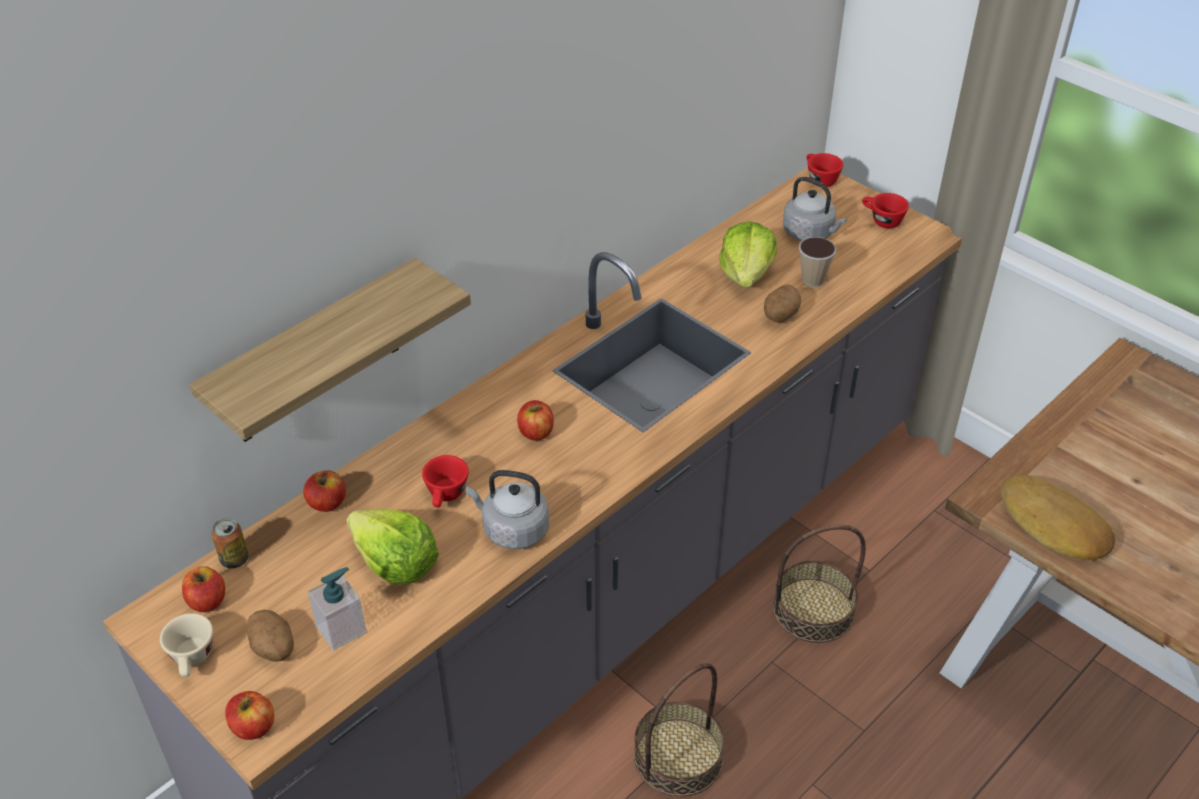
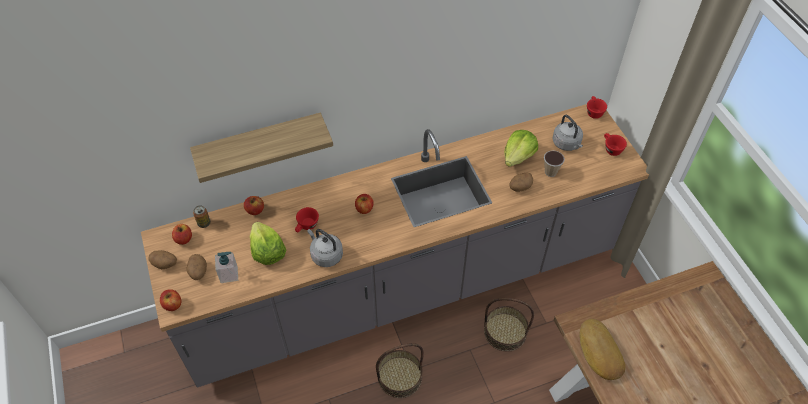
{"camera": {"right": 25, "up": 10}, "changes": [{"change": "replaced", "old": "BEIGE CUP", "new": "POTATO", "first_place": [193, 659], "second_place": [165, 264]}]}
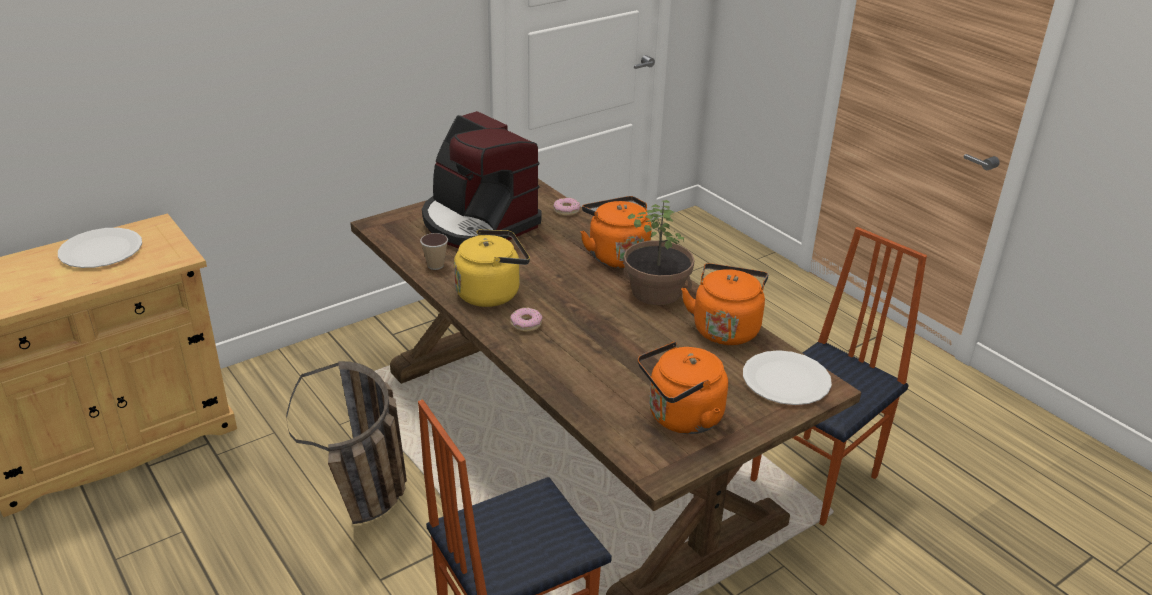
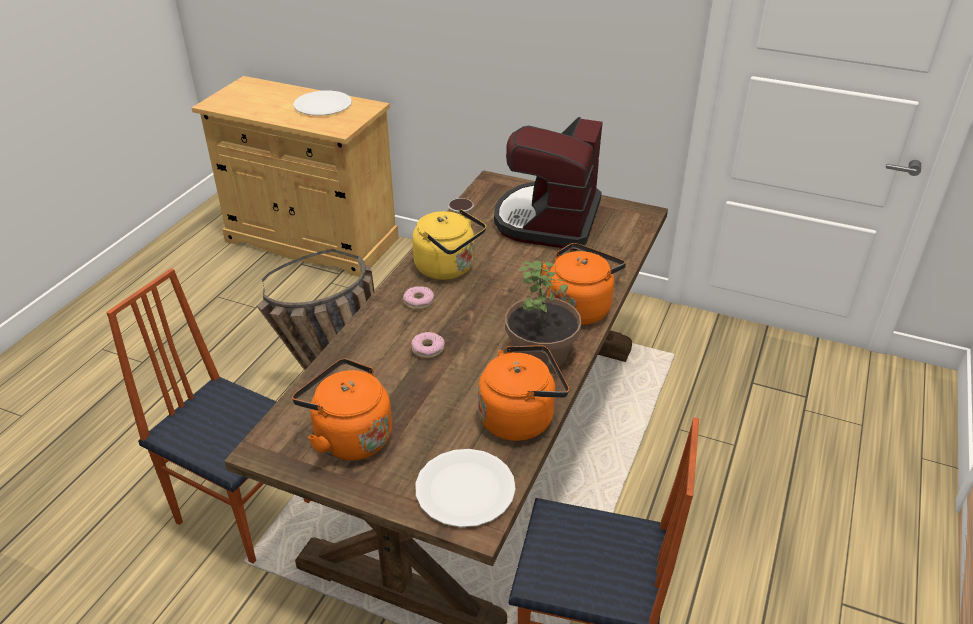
{"camera": {"right": 60, "up": 5}, "changes": [{"change": "moved", "old": "DONUT", "first_place": [566, 210], "second_place": [428, 349]}]}
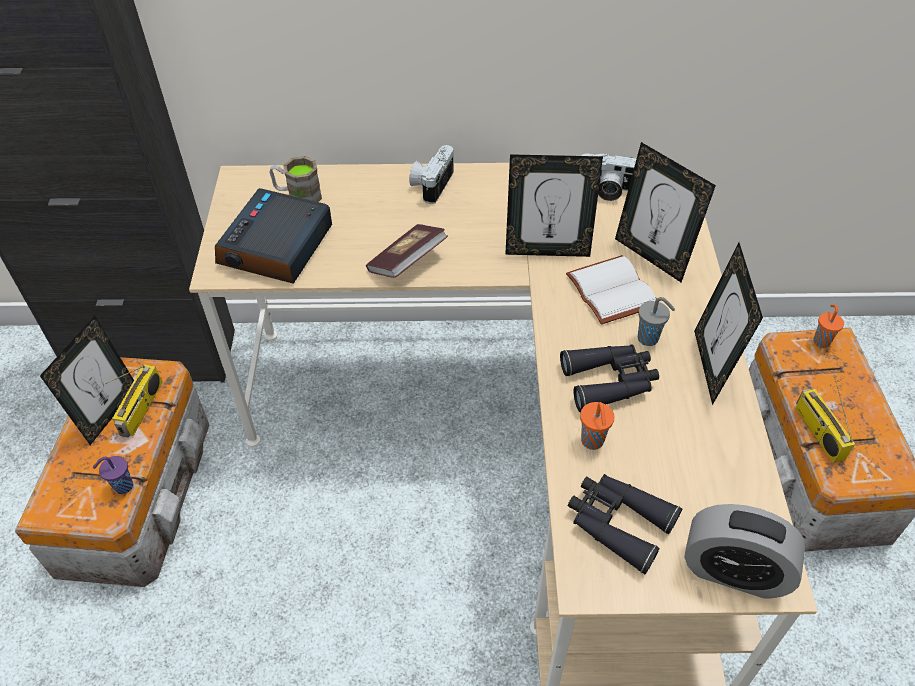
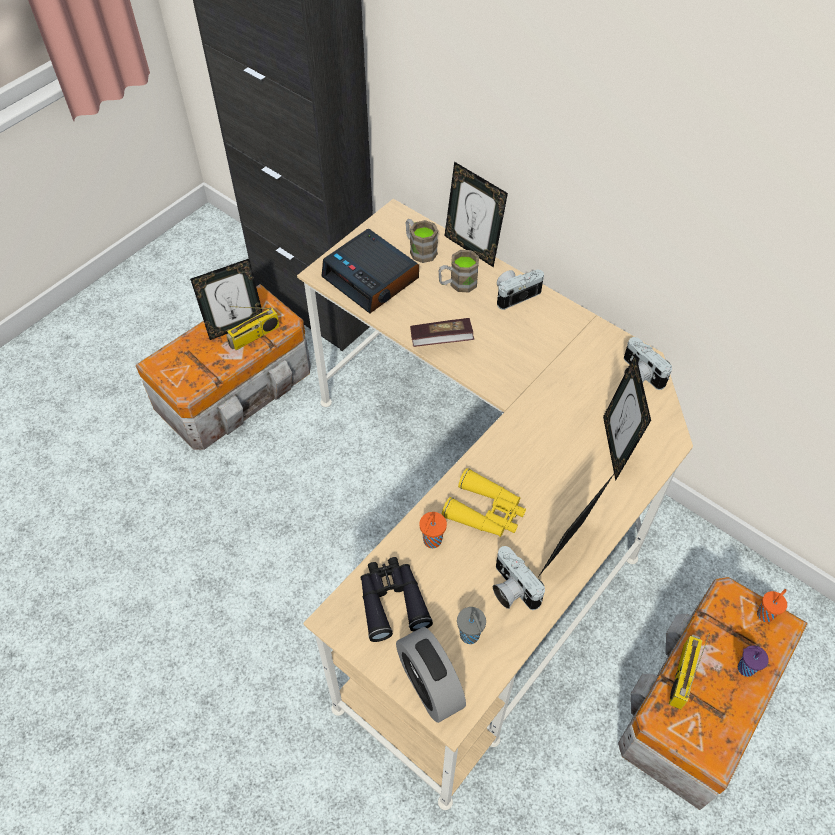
{"camera": {"right": 40, "up": 5}, "changes": [{"change": "moved", "old": "PICTURE FRAME", "first_place": [547, 250], "second_place": [472, 248]}, {"change": "turned", "old": "ALARM CLOCK", "first_place": [276, 247], "second_place": [372, 278], "degrees": -105}, {"change": "removed", "old": "WHITE BOOK", "first_place": [608, 291]}, {"change": "moved", "old": "GREY CUP", "first_place": [649, 339], "second_place": [470, 636]}, {"change": "recoloured", "old": "BLACK BINOCULARS", "new": "YELLOW BINOCULARS", "first_place": [610, 381], "second_place": [486, 512]}, {"change": "moved", "old": "PURPLE CUP", "first_place": [122, 486], "second_place": [744, 668]}, {"change": "added", "new": "BROWN MUG", "second_place": [457, 283]}, {"change": "added", "new": "PHOTO CAMERA", "second_place": [511, 589]}]}
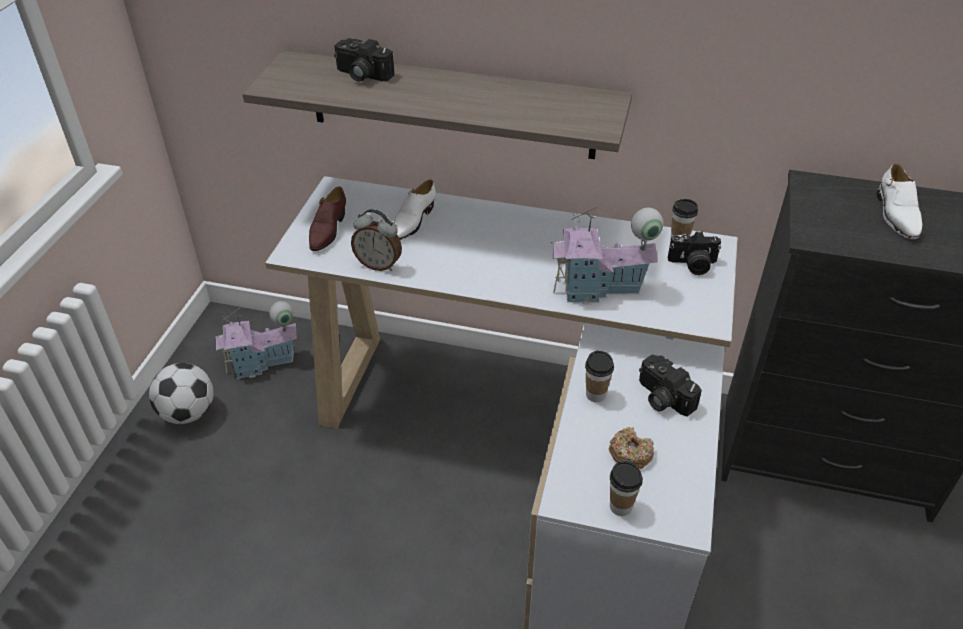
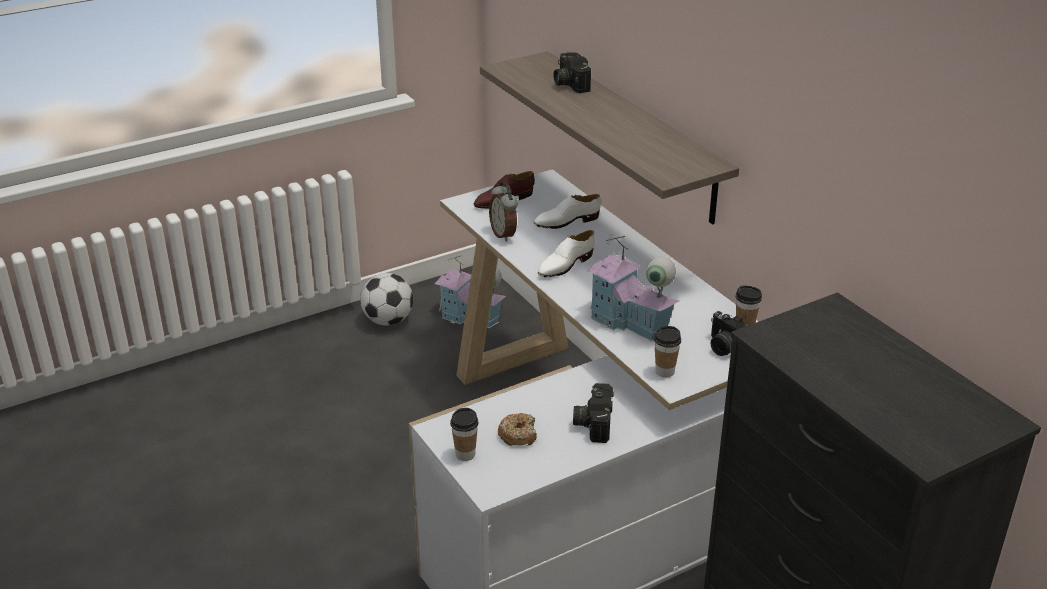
{"camera": {"right": 45, "up": -10}, "changes": [{"change": "moved", "old": "WHITE SHOE", "first_place": [896, 215], "second_place": [565, 265]}, {"change": "moved", "old": "CUP", "first_place": [595, 395], "second_place": [665, 372]}]}
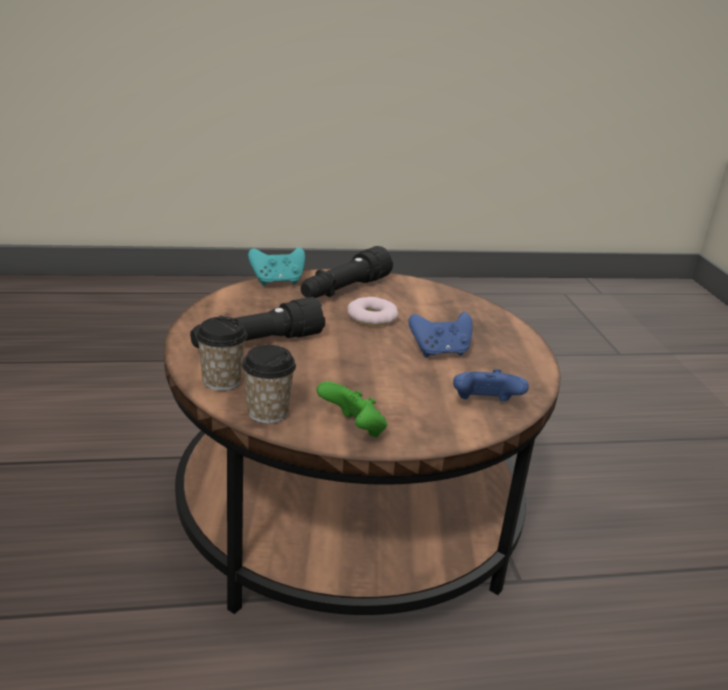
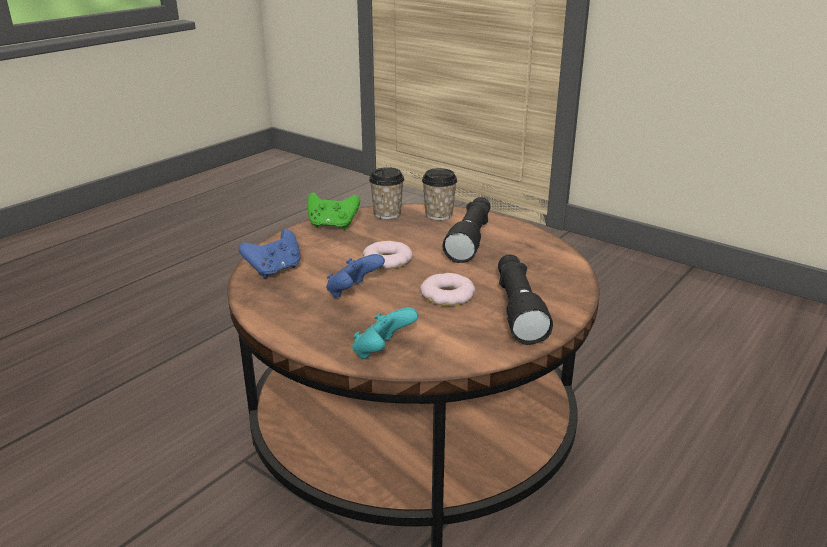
{"camera": {"right": 140, "up": 0}, "changes": [{"change": "moved", "old": "TURQUOISE GAME CONTROLLER", "first_place": [277, 281], "second_place": [382, 352]}, {"change": "added", "new": "DONUT", "second_place": [387, 260]}]}
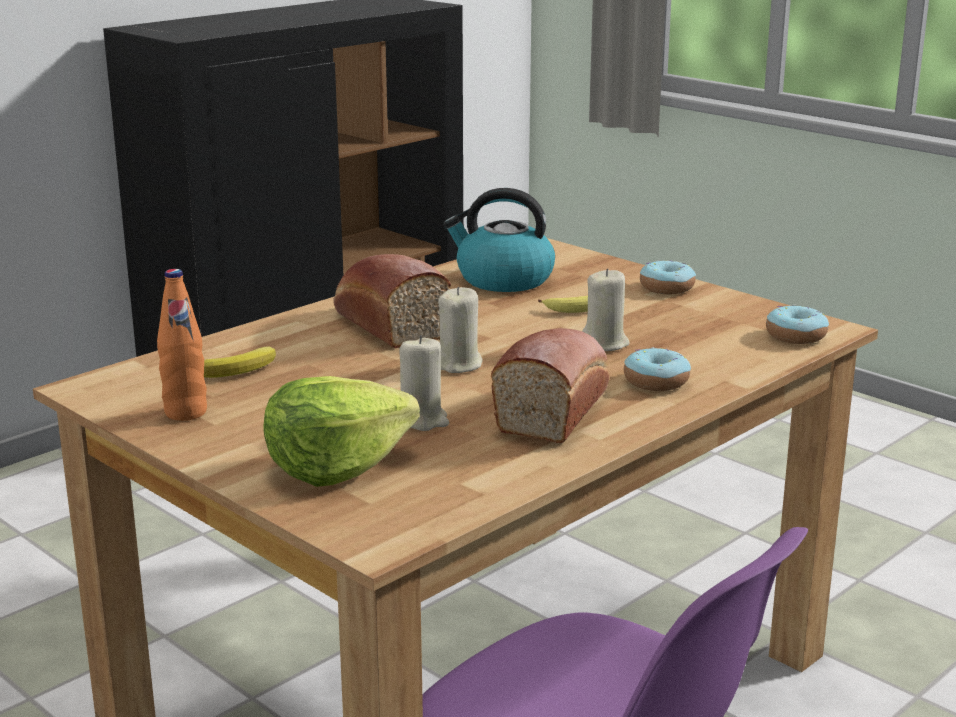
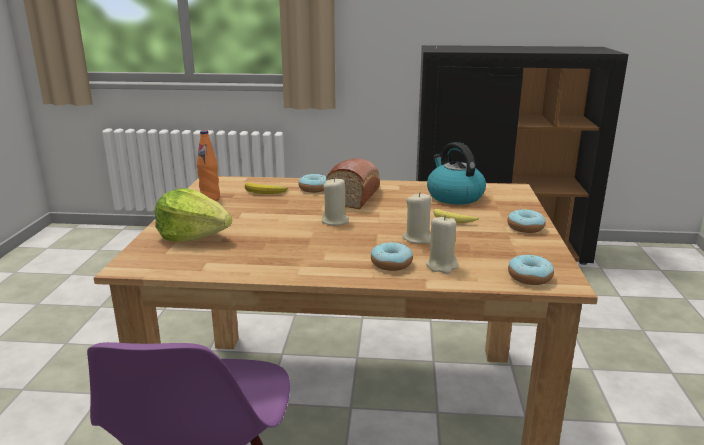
{"camera": {"right": 50, "up": 0}, "changes": [{"change": "removed", "old": "BREAD", "first_place": [555, 409]}, {"change": "moved", "old": "BEIGE CANDLE", "first_place": [422, 420], "second_place": [441, 266]}, {"change": "added", "new": "DONUT", "second_place": [314, 189]}]}
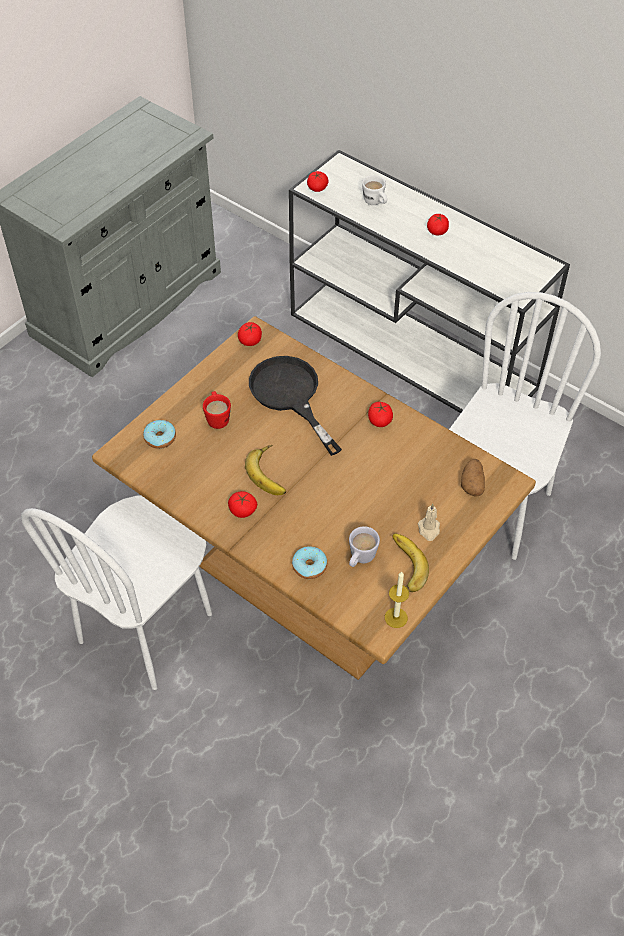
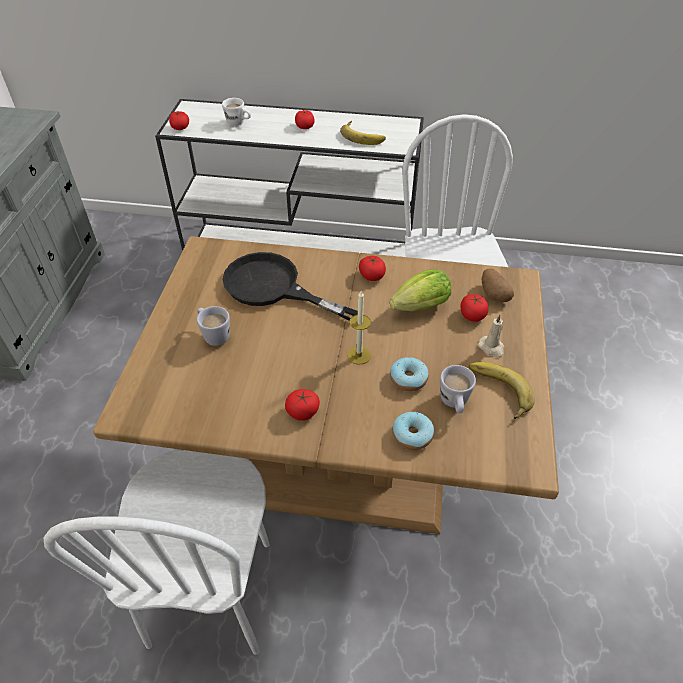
{"camera": {"right": -30, "up": -5}, "changes": [{"change": "moved", "old": "TOMATO", "first_place": [250, 340], "second_place": [472, 315]}, {"change": "recoloured", "old": "RED MUG", "new": "WHITE MUG", "first_place": [217, 417], "second_place": [214, 335]}, {"change": "moved", "old": "DONUT", "first_place": [160, 438], "second_place": [408, 379]}, {"change": "moved", "old": "BANANA", "first_place": [270, 473], "second_place": [363, 136]}, {"change": "moved", "old": "CANDLE", "first_place": [396, 617], "second_place": [359, 355]}, {"change": "added", "new": "LETTUCE", "second_place": [417, 308]}]}
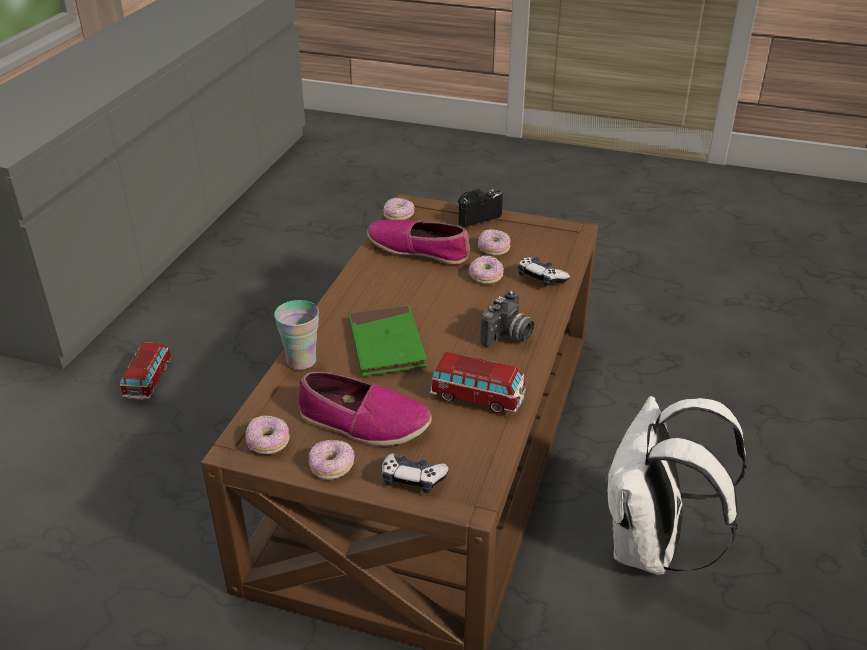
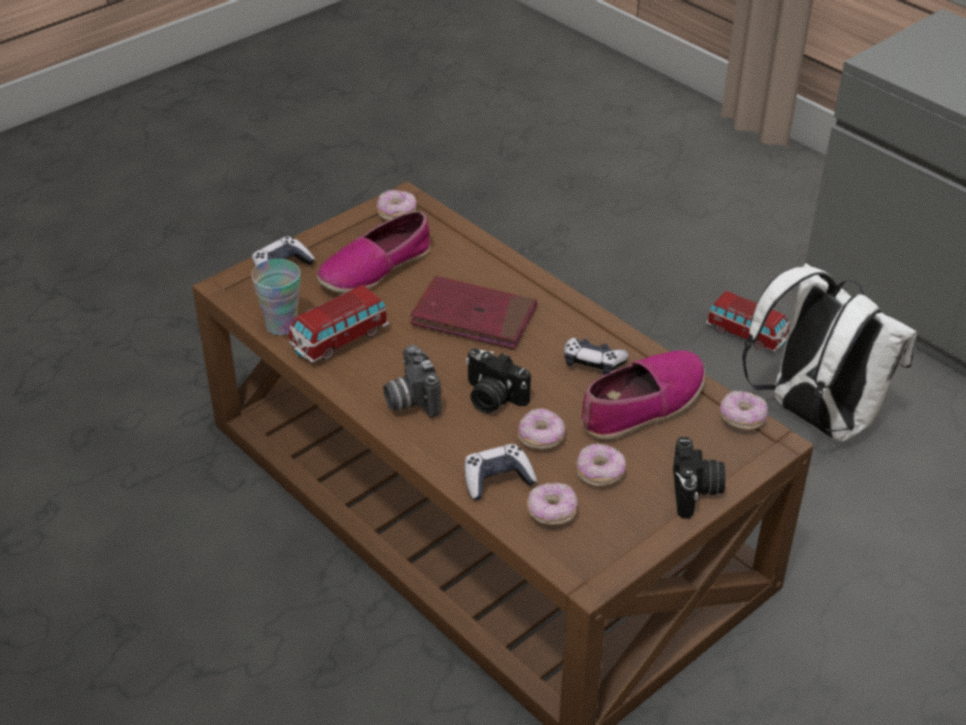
{"camera": {"right": 120, "up": 5}, "changes": [{"change": "moved", "old": "CUP", "first_place": [301, 361], "second_place": [282, 325]}, {"change": "recoloured", "old": "GREEN BOOK", "new": "RED BOOK", "first_place": [386, 345], "second_place": [474, 317]}, {"change": "moved", "old": "WHITE BACKPACK", "first_place": [650, 547], "second_place": [814, 417]}, {"change": "moved", "old": "DONUT", "first_place": [332, 467], "second_place": [551, 512]}, {"change": "added", "new": "GAME CONTROLLER", "second_place": [593, 363]}, {"change": "added", "new": "PHOTO CAMERA", "second_place": [492, 398]}]}
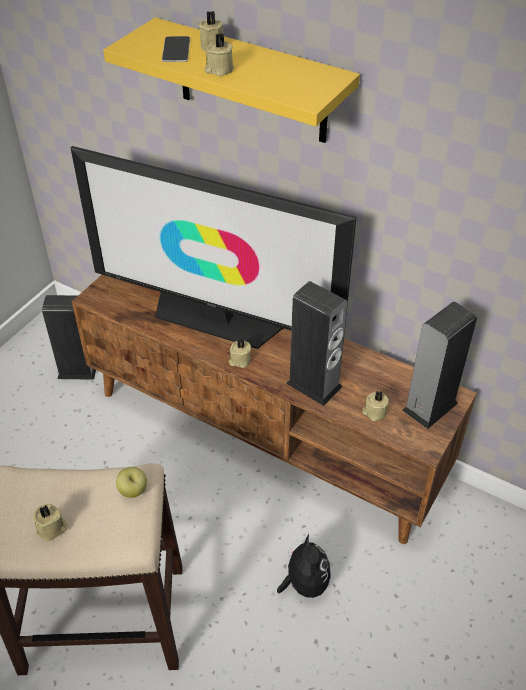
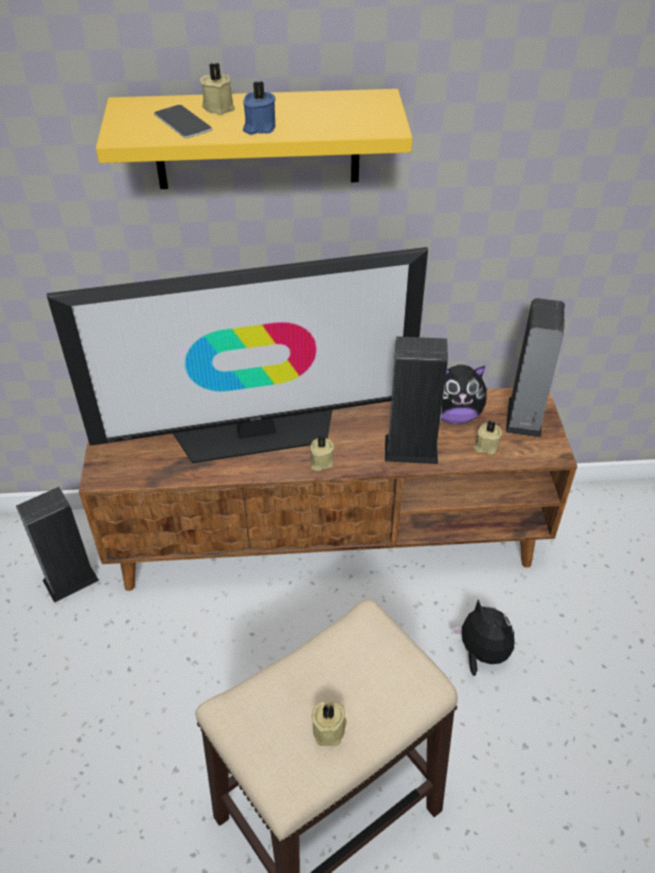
{"camera": {"right": -35, "up": 0}, "changes": [{"change": "recoloured", "old": "BEIGE CANDLE", "new": "BLUE CANDLE", "first_place": [219, 70], "second_place": [258, 127]}, {"change": "removed", "old": "APPLE", "first_place": [133, 491]}, {"change": "added", "new": "PLUSH TOY", "second_place": [454, 415]}]}
